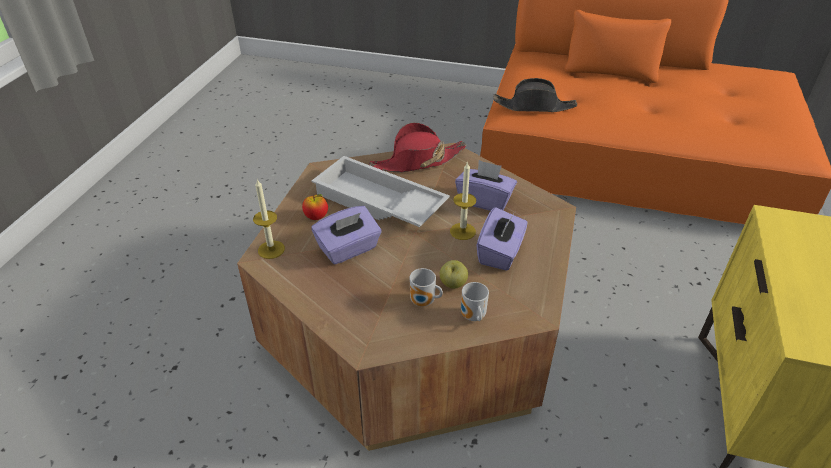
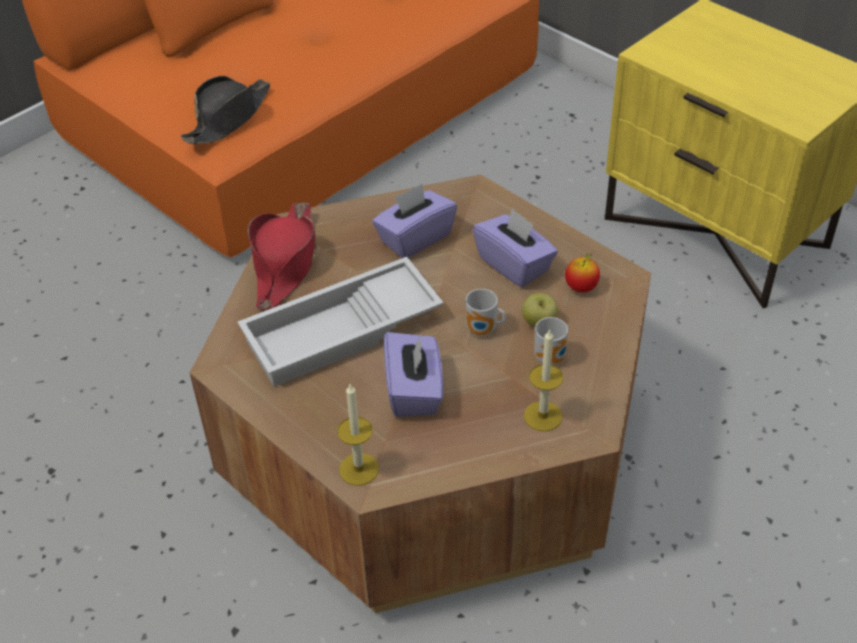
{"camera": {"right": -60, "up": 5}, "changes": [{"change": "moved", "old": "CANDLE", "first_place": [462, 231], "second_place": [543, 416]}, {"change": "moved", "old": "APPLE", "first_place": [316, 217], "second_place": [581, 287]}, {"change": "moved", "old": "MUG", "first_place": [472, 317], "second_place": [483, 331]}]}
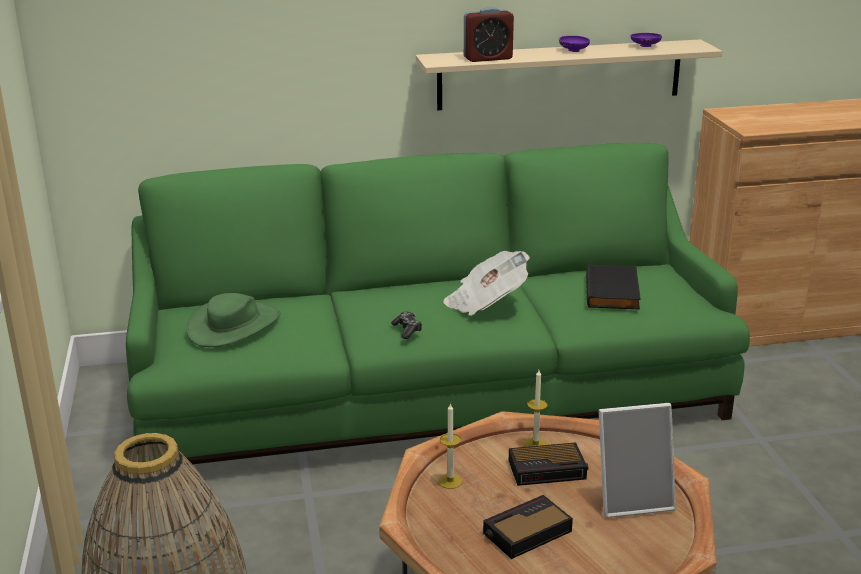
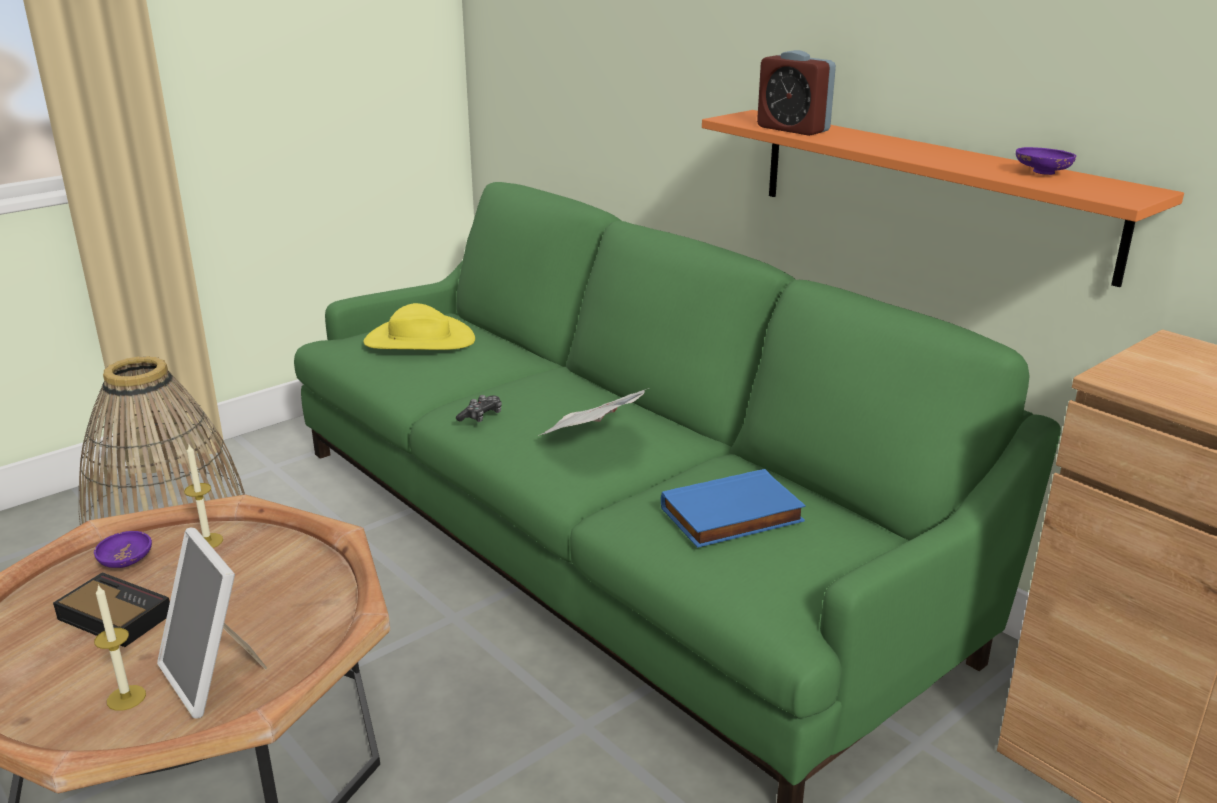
{"camera": {"right": 60, "up": 0}, "changes": [{"change": "moved", "old": "PURPLE BOWL", "first_place": [573, 50], "second_place": [126, 562]}, {"change": "recoloured", "old": "BEIGE SHELF", "new": "ORANGE SHELF", "first_place": [560, 74], "second_place": [929, 190]}, {"change": "recoloured", "old": "BLACK BOOK", "new": "BLUE BOOK", "first_place": [614, 292], "second_place": [732, 516]}, {"change": "recoloured", "old": "GREEN HAT", "new": "YELLOW HAT", "first_place": [234, 325], "second_place": [419, 341]}, {"change": "moved", "old": "CANDLE", "first_place": [535, 444], "second_place": [126, 698]}, {"change": "removed", "old": "ALARM CLOCK", "first_place": [548, 469]}]}
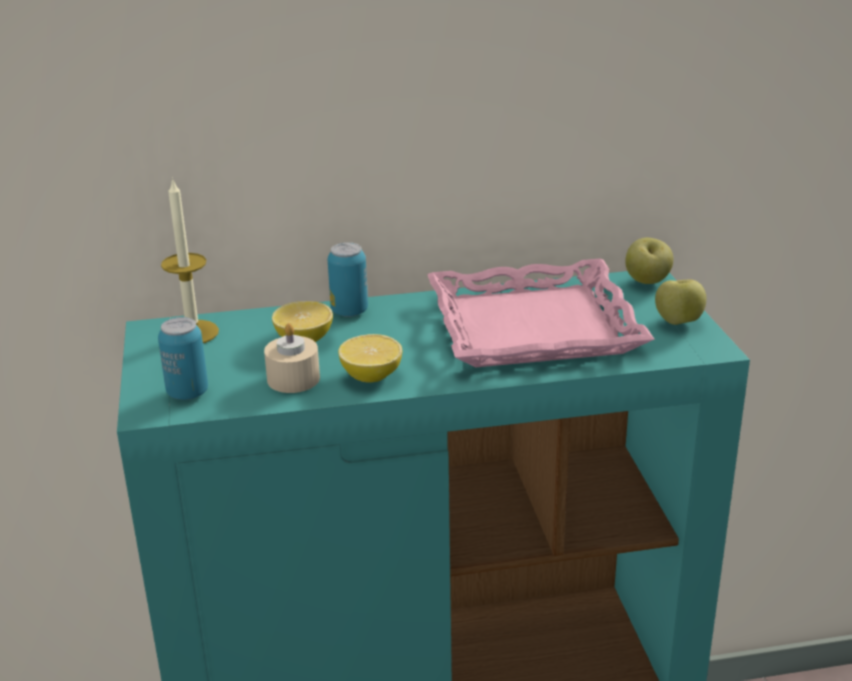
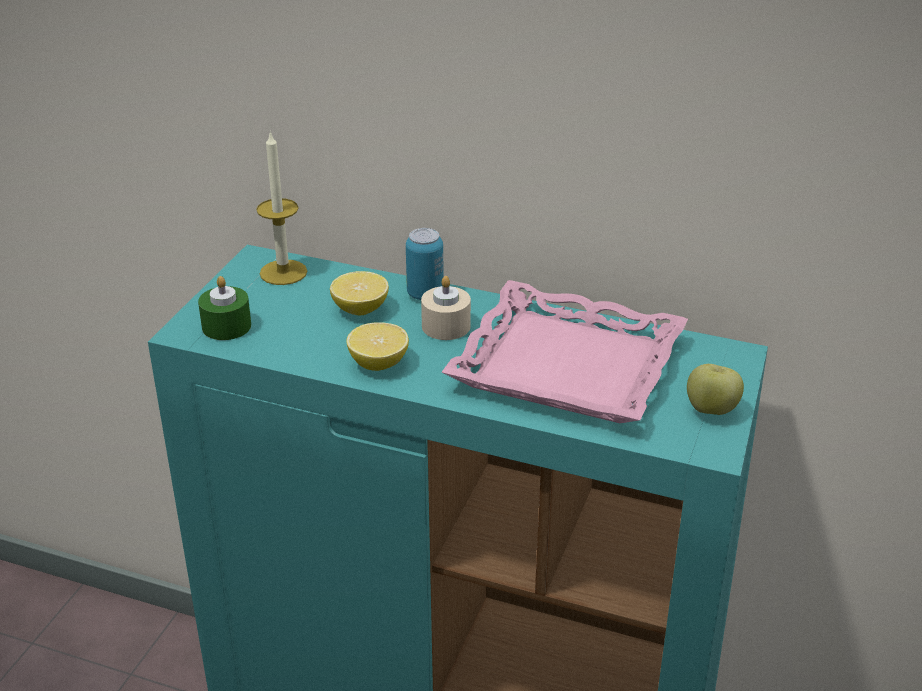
{"camera": {"right": 30, "up": 5}, "changes": [{"change": "removed", "old": "APPLE", "first_place": [647, 282]}, {"change": "replaced", "old": "CAN", "new": "GREEN CANDLE", "first_place": [187, 392], "second_place": [226, 326]}, {"change": "moved", "old": "BEIGE CANDLE", "first_place": [293, 379], "second_place": [446, 326]}]}
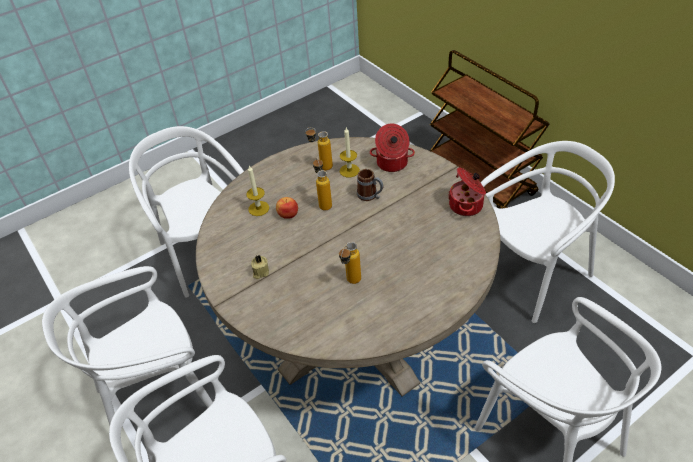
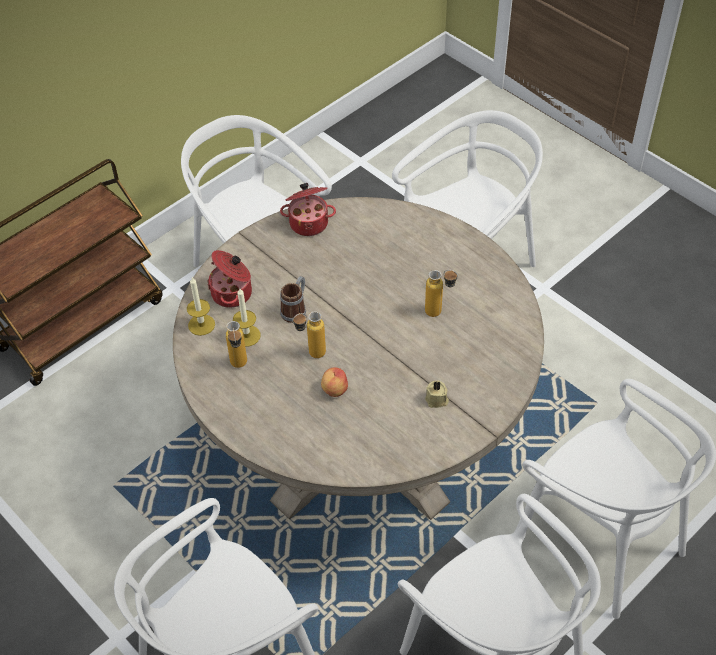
{"camera": {"right": -100, "up": 5}, "changes": [{"change": "moved", "old": "CANDLE", "first_place": [258, 208], "second_place": [201, 325]}]}
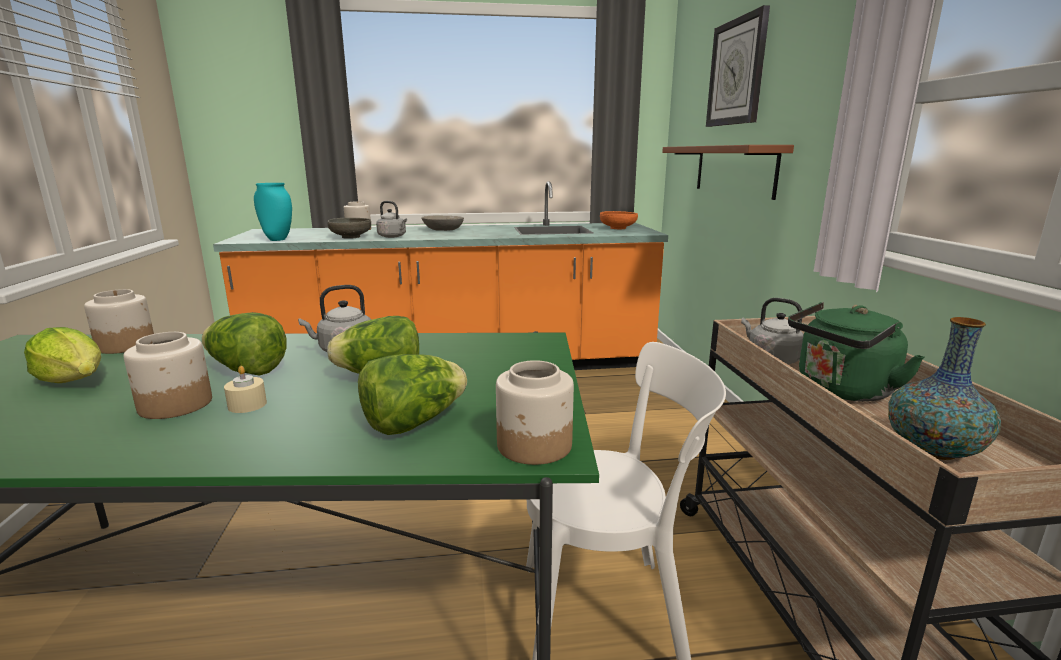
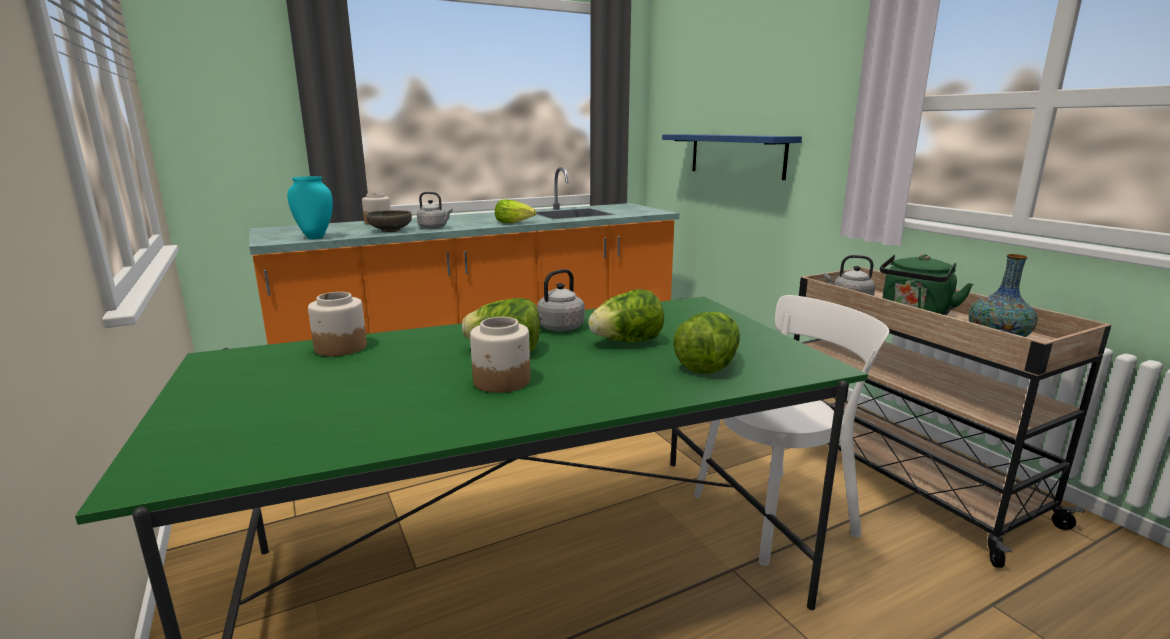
{"camera": {"right": -20, "up": 0}, "changes": [{"change": "removed", "old": "WALL CLOCK", "first_place": [737, 72]}, {"change": "recoloured", "old": "BROWN SHELF", "new": "BLUE SHELF", "first_place": [734, 170], "second_place": [736, 155]}, {"change": "removed", "old": "ORANGE BOWL", "first_place": [618, 228]}, {"change": "removed", "old": "GREY BOWL", "first_place": [443, 229]}, {"change": "moved", "old": "LETTUCE", "first_place": [75, 380], "second_place": [514, 223]}, {"change": "removed", "old": "JAR", "first_place": [534, 446]}, {"change": "removed", "old": "BEIGE CANDLE", "first_place": [247, 405]}]}
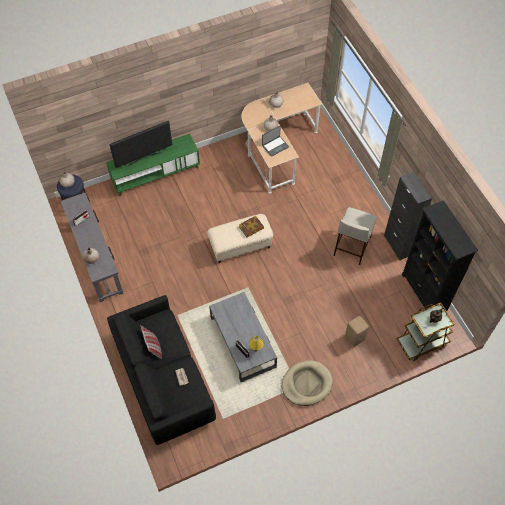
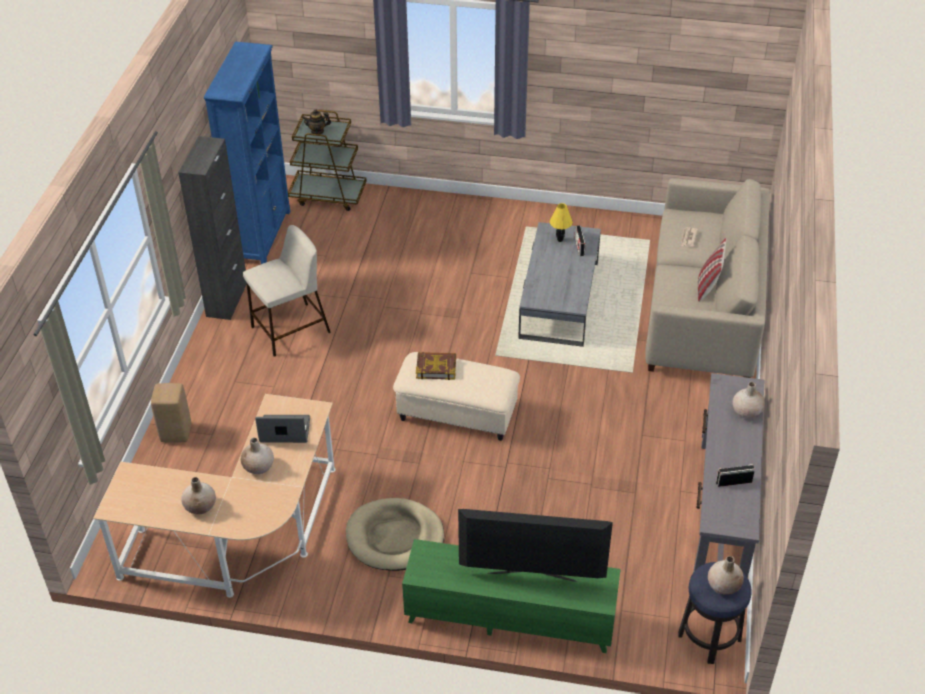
{"camera": {"right": -145, "up": -15}, "changes": [{"change": "recoloured", "old": "BLACK BOOKCASE", "new": "BLUE BOOKCASE", "first_place": [424, 293], "second_place": [262, 236]}, {"change": "recoloured", "old": "BLACK SOFA", "new": "BEIGE SOFA", "first_place": [164, 379], "second_place": [703, 310]}, {"change": "moved", "old": "BEIGE STOOL", "first_place": [355, 338], "second_place": [175, 433]}, {"change": "moved", "old": "BEIGE DOG BED", "first_place": [306, 384], "second_place": [394, 537]}]}
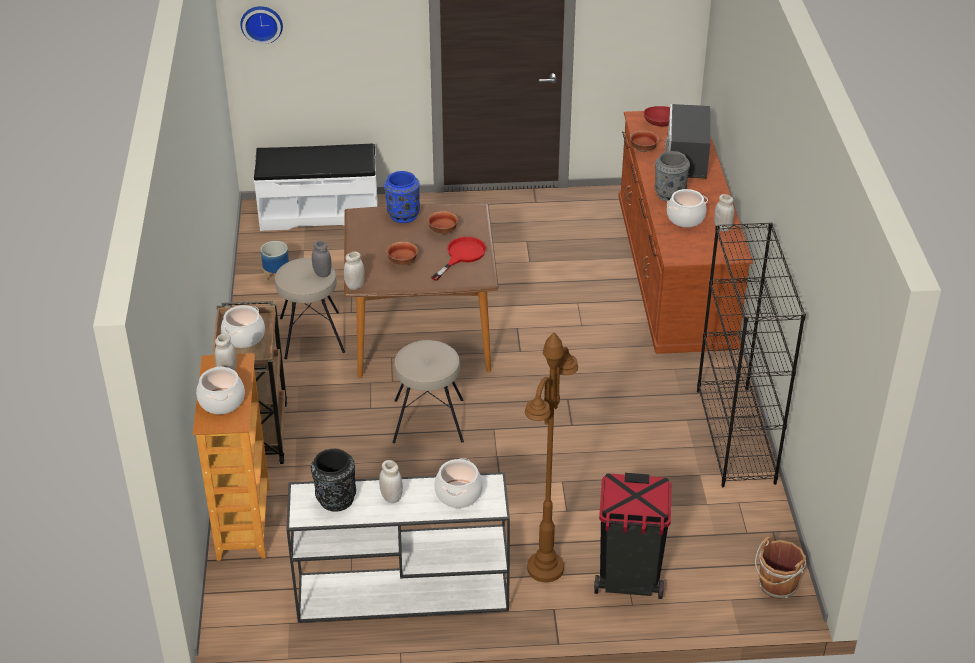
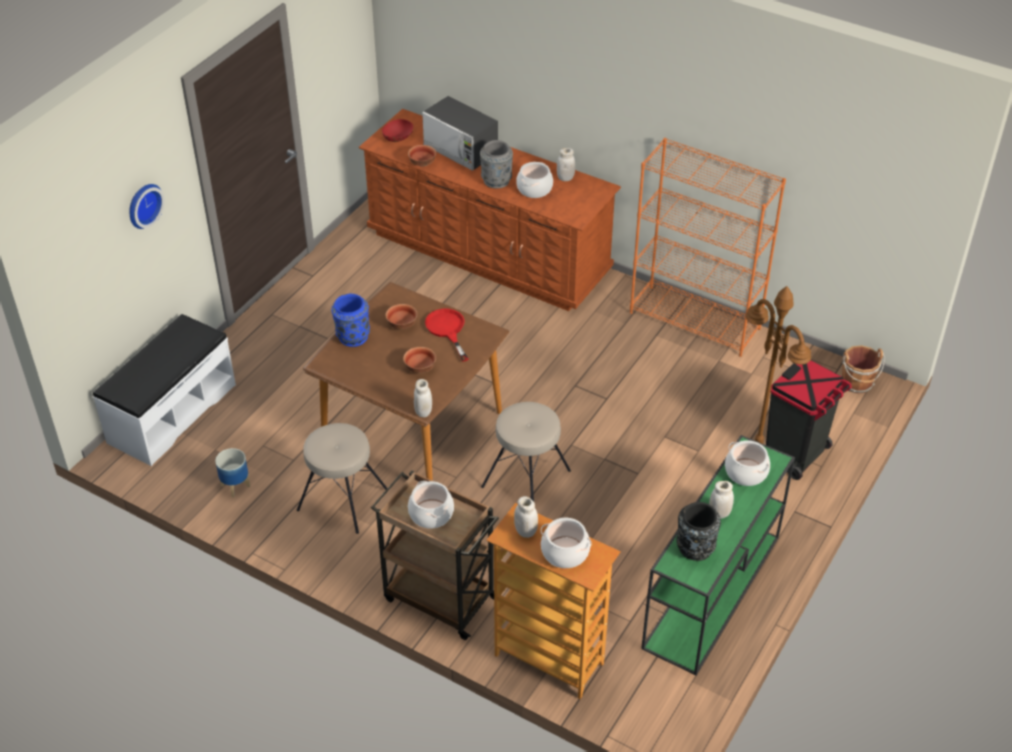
{"camera": {"right": -55, "up": 5}, "changes": [{"change": "moved", "old": "WALL CLOCK", "first_place": [261, 23], "second_place": [143, 205]}, {"change": "recoloured", "old": "BLACK BOOKCASE", "new": "ORANGE BOOKCASE", "first_place": [736, 436], "second_place": [695, 321]}, {"change": "removed", "old": "GREY JAR", "first_place": [322, 273]}, {"change": "recoloured", "old": "WHITE CONSOLE TABLE", "new": "GREEN CONSOLE TABLE", "first_place": [400, 593], "second_place": [711, 593]}]}
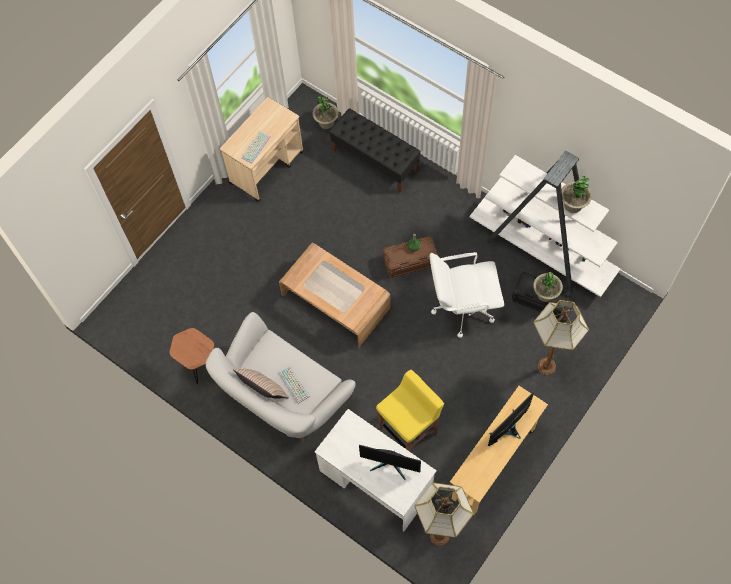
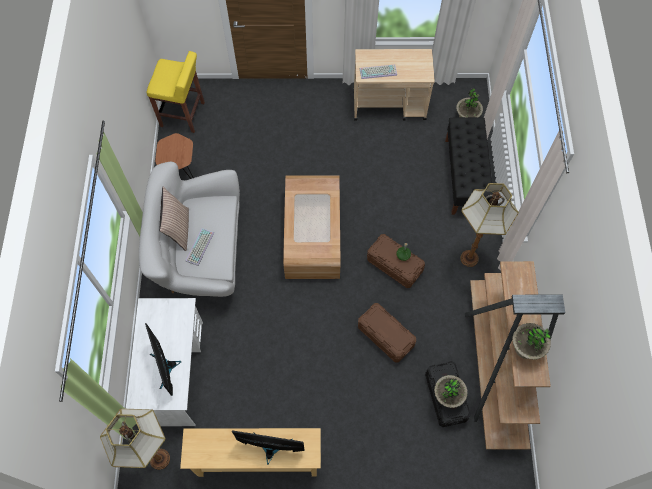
{"camera": {"right": 50, "up": 0}, "changes": [{"change": "recoloured", "old": "WHITE BOOKCASE", "new": "BROWN BOOKCASE", "first_place": [541, 252], "second_place": [494, 367]}, {"change": "replaced", "old": "WHITE OFFICE CHAIR", "new": "BROWN STORAGE BOX", "first_place": [462, 307], "second_place": [385, 336]}, {"change": "moved", "old": "FLOOR LAMP", "first_place": [547, 367], "second_place": [469, 259]}, {"change": "moved", "old": "YELLOW STOOL", "first_place": [409, 430], "second_place": [183, 115]}]}
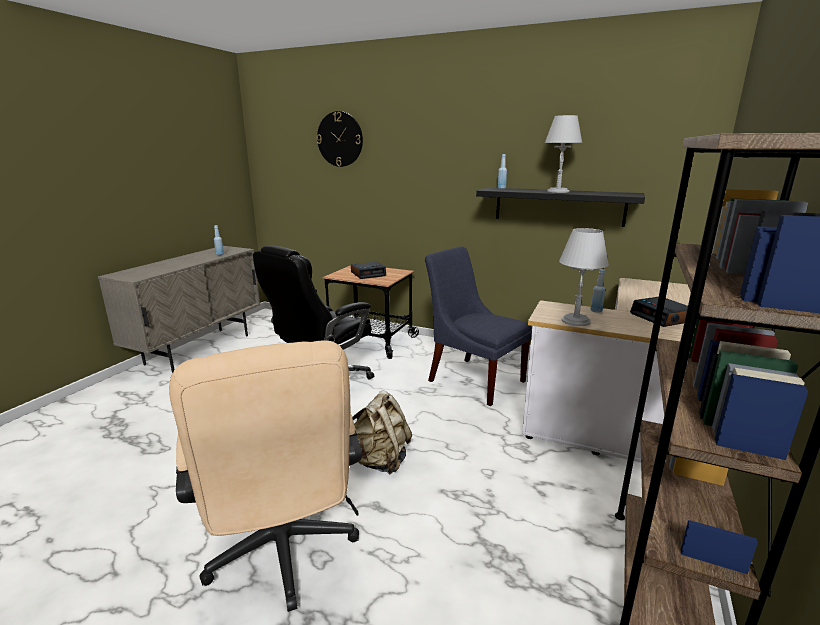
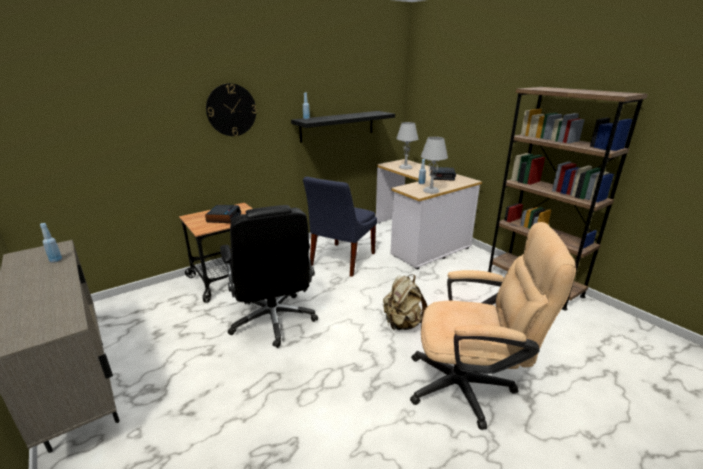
{"camera": {"right": -60, "up": 5}, "changes": [{"change": "moved", "old": "WALL CLOCK", "first_place": [340, 139], "second_place": [231, 110]}, {"change": "moved", "old": "GREY TABLE LAMP", "first_place": [557, 191], "second_place": [405, 167]}, {"change": "turned", "old": "BLUE CHAIR", "first_place": [473, 379], "second_place": [341, 260], "degrees": -45}]}
